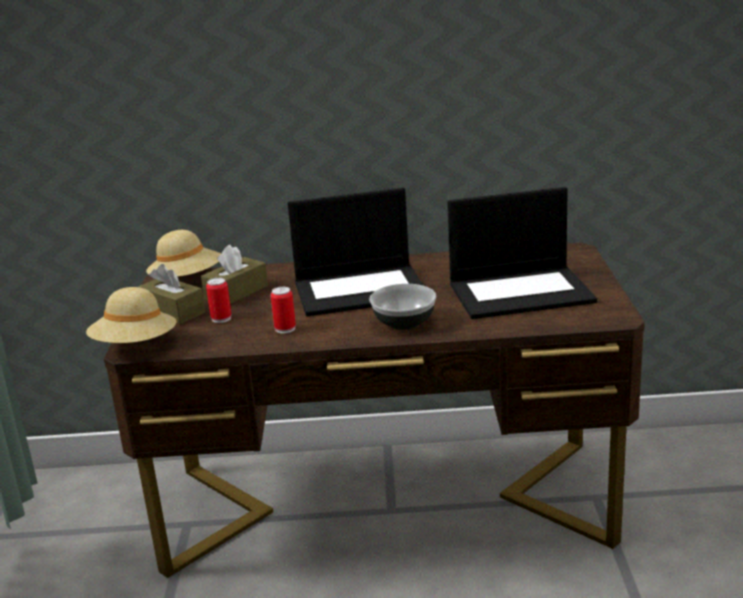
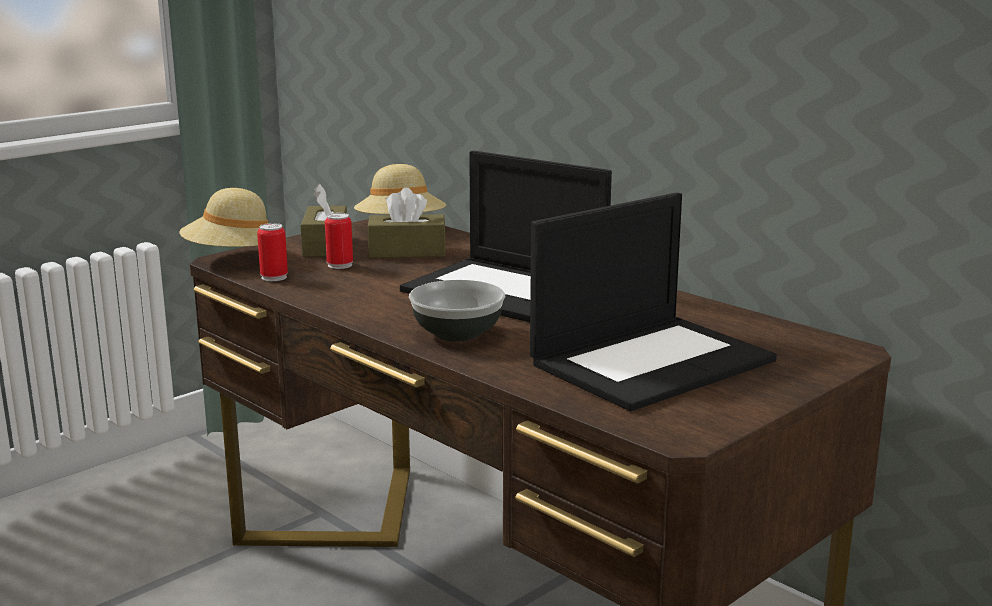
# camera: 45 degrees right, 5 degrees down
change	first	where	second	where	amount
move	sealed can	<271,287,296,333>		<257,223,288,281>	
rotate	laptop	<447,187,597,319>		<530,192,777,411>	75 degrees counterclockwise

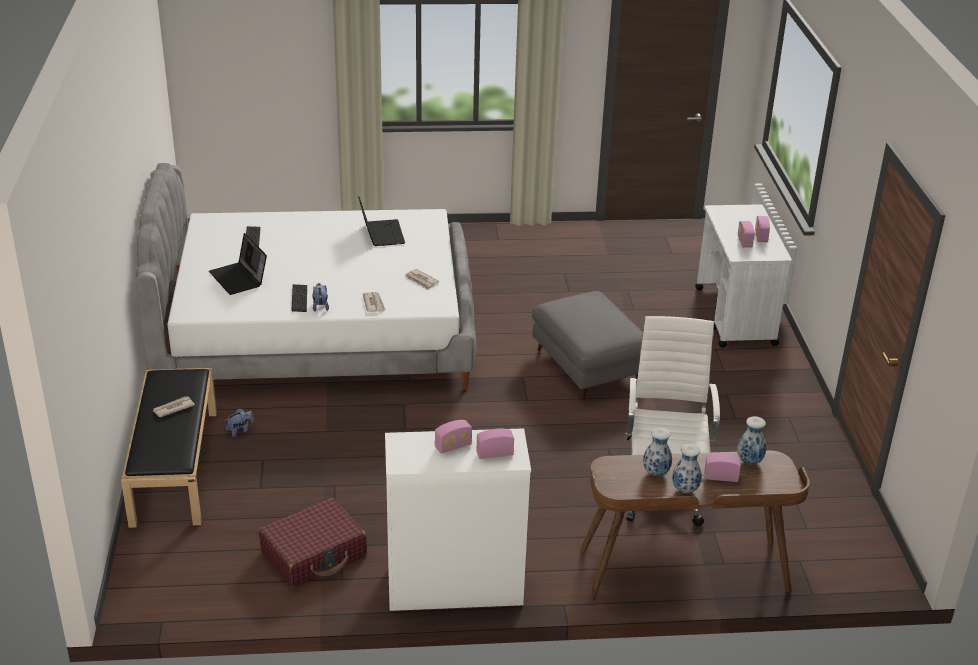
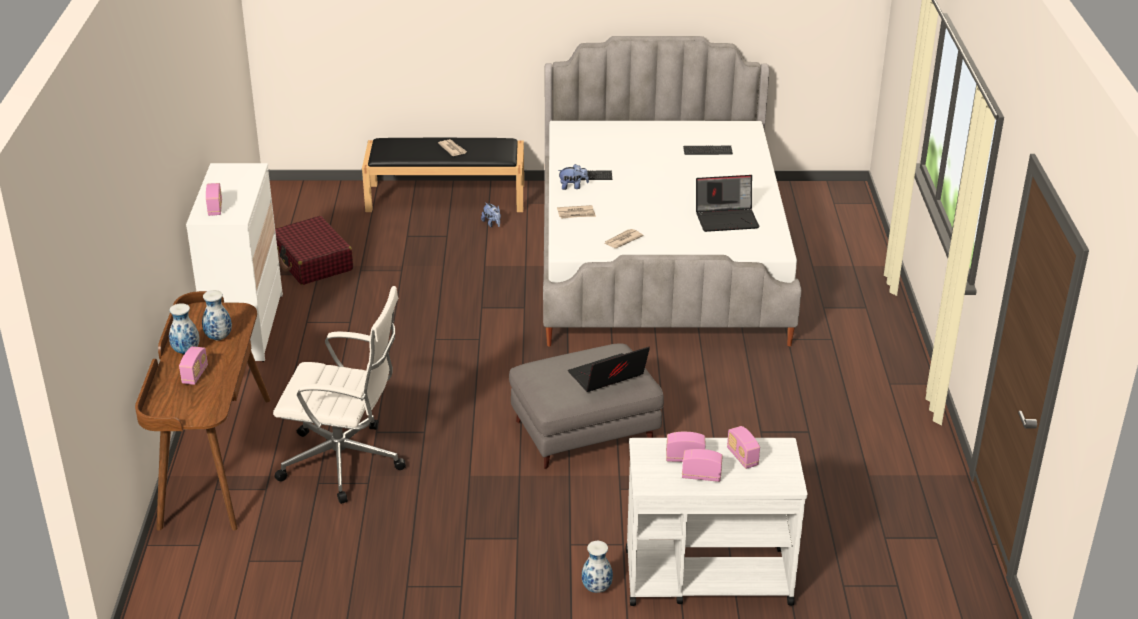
# camera: 95 degrees right, 0 degrees up
change	first	where	second	where	amount
move	laptop	<209,233,267,295>		<568,347,650,392>	
move	radio set	<435,420,472,454>		<727,426,760,469>	
move	decorative vase	<737,416,766,465>		<582,541,613,593>	

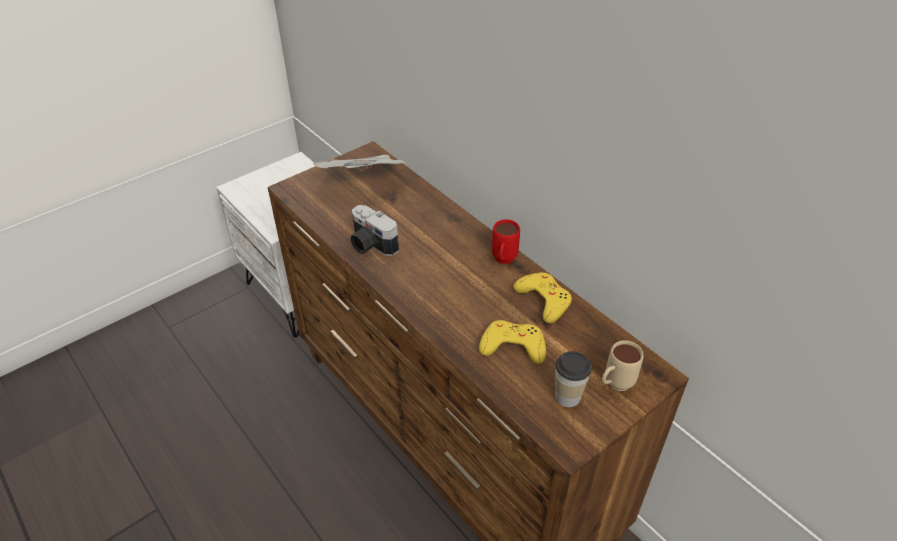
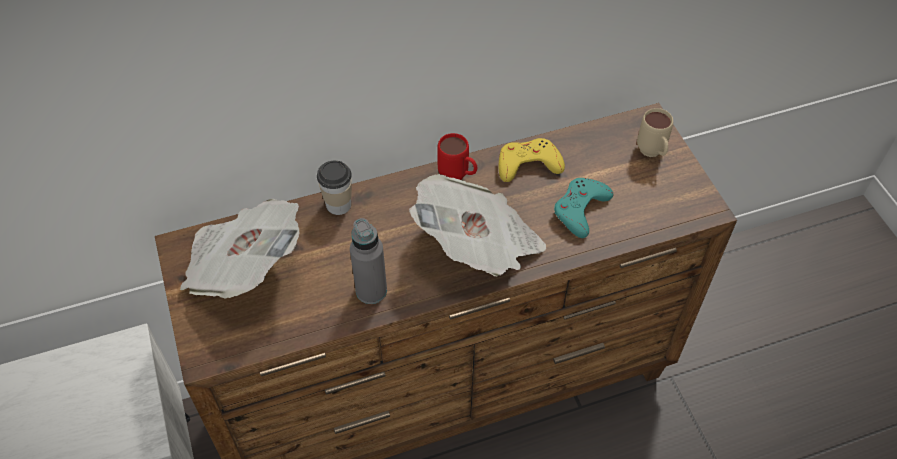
# camera: 70 degrees left, 10 degrees up
change	first	where	second	where	amount
replace	still camera	<350,205,399,256>	gray drink bottle	<350,218,387,304>	
recolor	yellowish joypad	<479,320,546,364>	blue-green joypad	<554,178,613,238>	
move	drinking cup	<555,351,592,407>		<317,161,352,215>	
insert			newspaper	<409,174,546,276>	

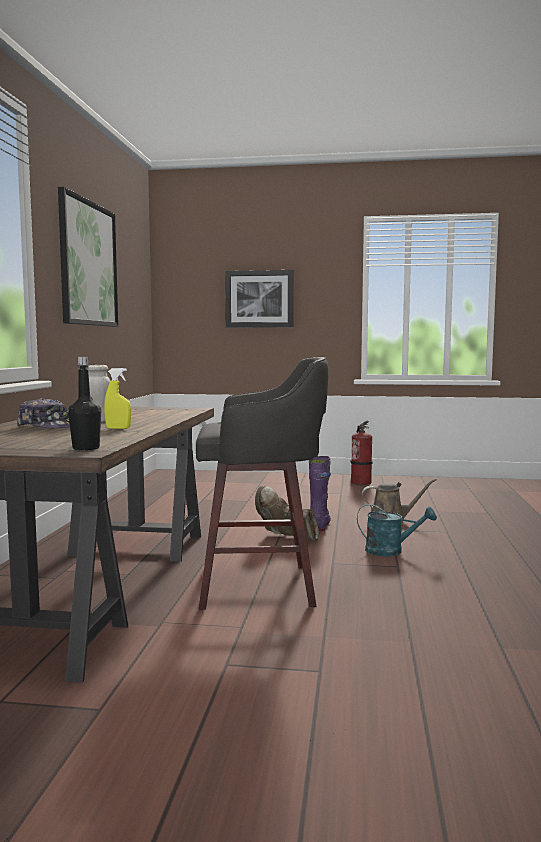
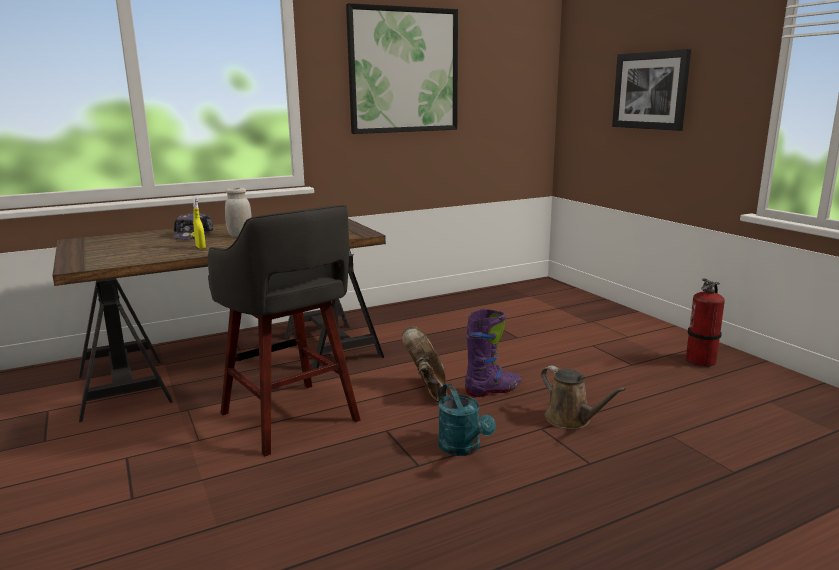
# camera: 55 degrees right, 10 degrees up
change	first	where	second	where	amount
delete	black drink bottle	<68,357,101,451>			

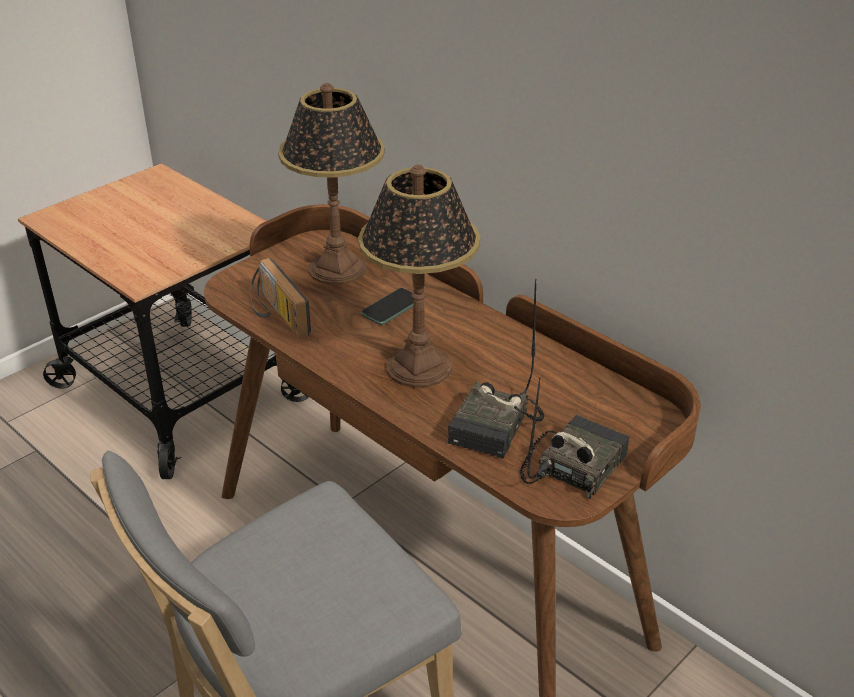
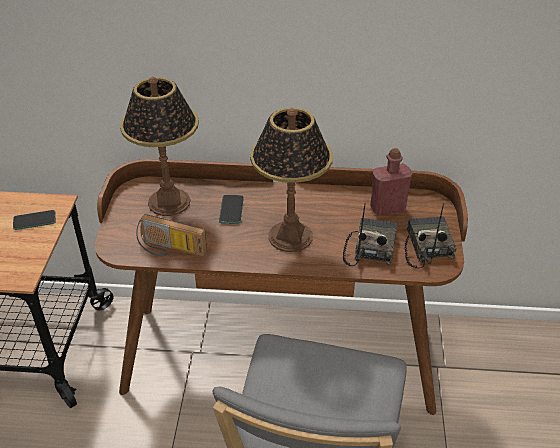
# camera: 40 degrees left, 5 degrees up
change	first	where	second	where	amount
rotate	radio set	<448,279,544,458>		<343,205,398,266>	150 degrees counterclockwise
insert			handset	<13,210,56,230>	
insert			red-coloured drink bottle	<370,148,412,216>	

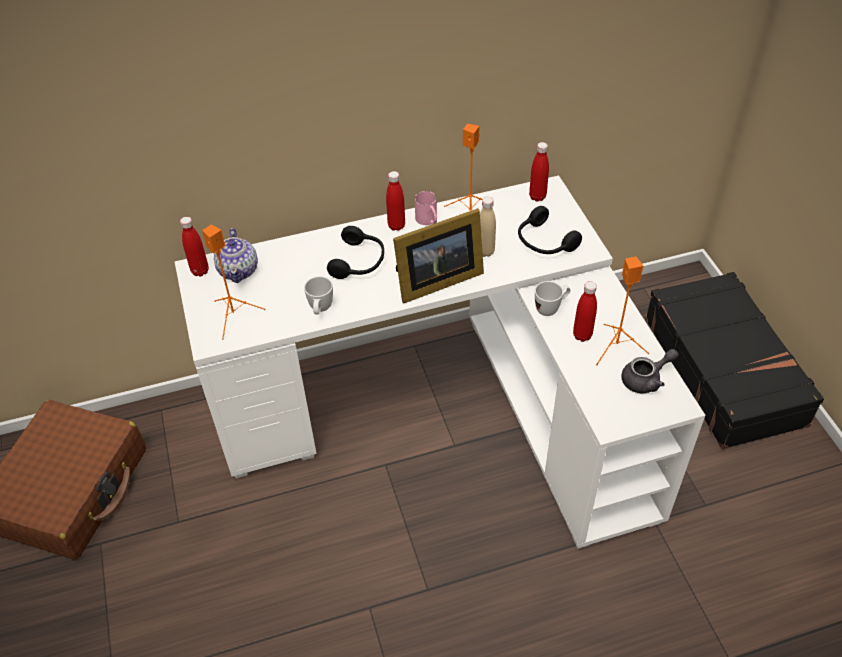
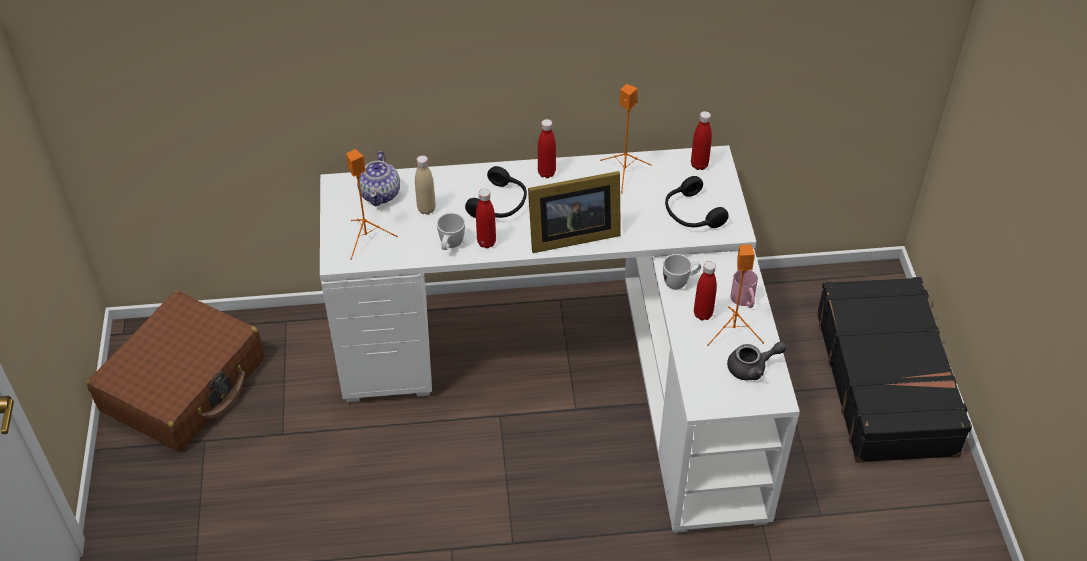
# camera: 10 degrees right, 0 degrees up
change	first	where	second	where	amount
move	red-coloured drink bottle	<180,217,209,277>		<476,189,496,248>	
move	pink-coloured mug	<415,191,437,225>		<730,270,758,308>	
move	sand-coloured drink bottle	<480,197,496,257>		<415,155,436,215>	

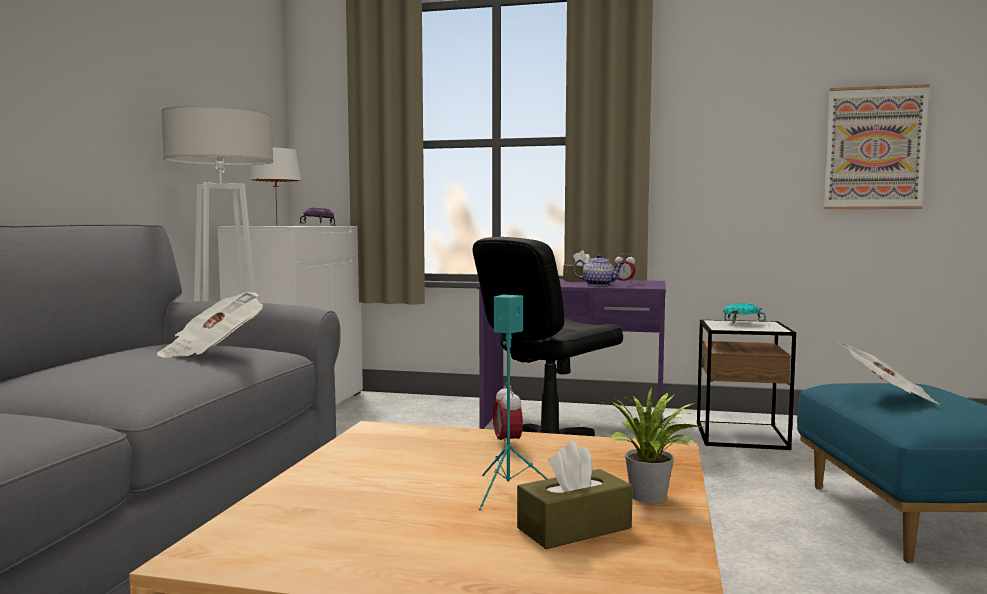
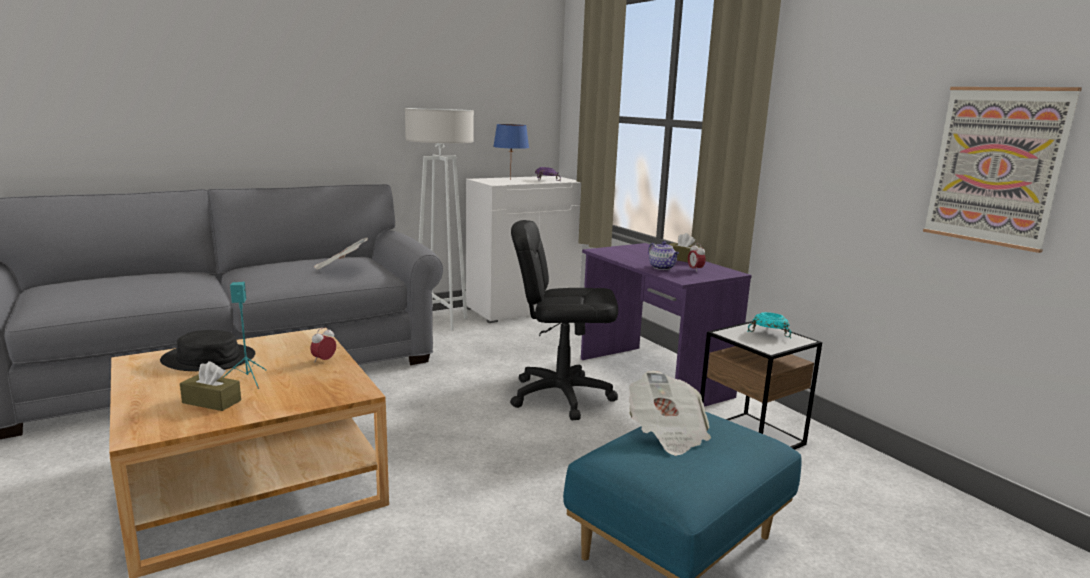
# camera: 45 degrees right, 10 degrees up
change	first	where	second	where	amount
recolor	white-coloured table lamp	<249,148,301,220>	bluish table lamp	<493,124,529,180>	
delete	plant in a pot	<599,387,703,503>			
insert			black wearable hat	<160,330,255,371>	

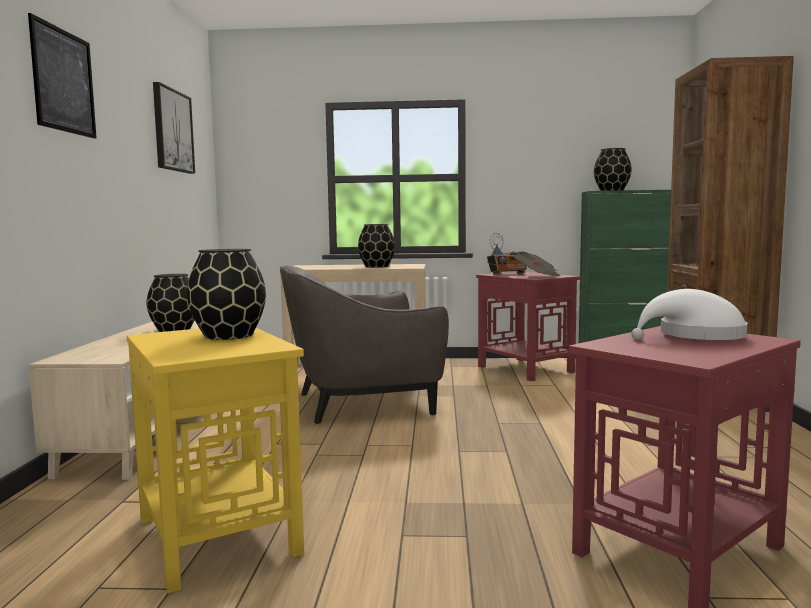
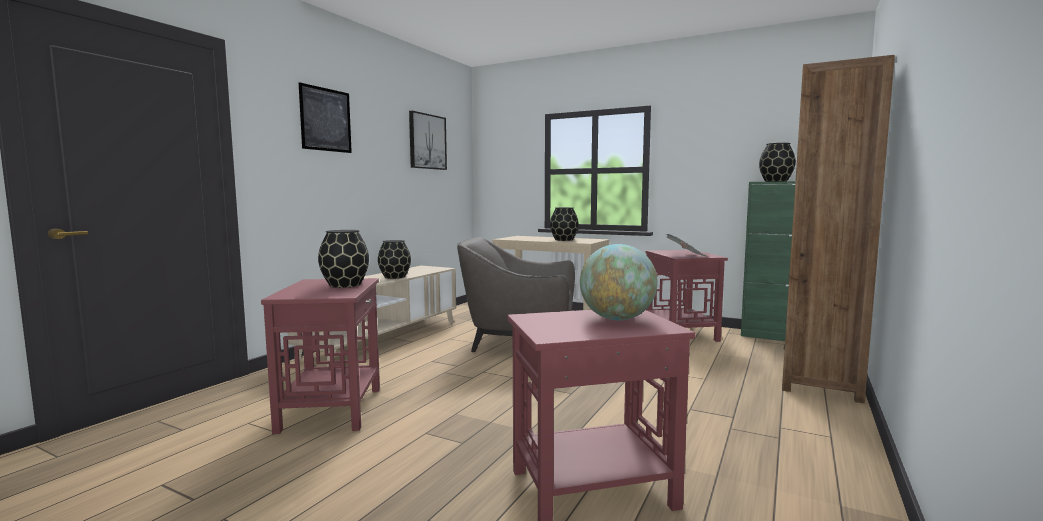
# camera: 25 degrees right, 0 degrees up
change	first	where	second	where	amount
recolor	yellowish accent table	<127,328,304,593>	red-coloured accent table	<261,278,380,434>	
delete	radio set	<487,233,527,275>			
replace	white-coloured wearable hat	<631,289,747,340>	world globe	<580,244,658,321>	

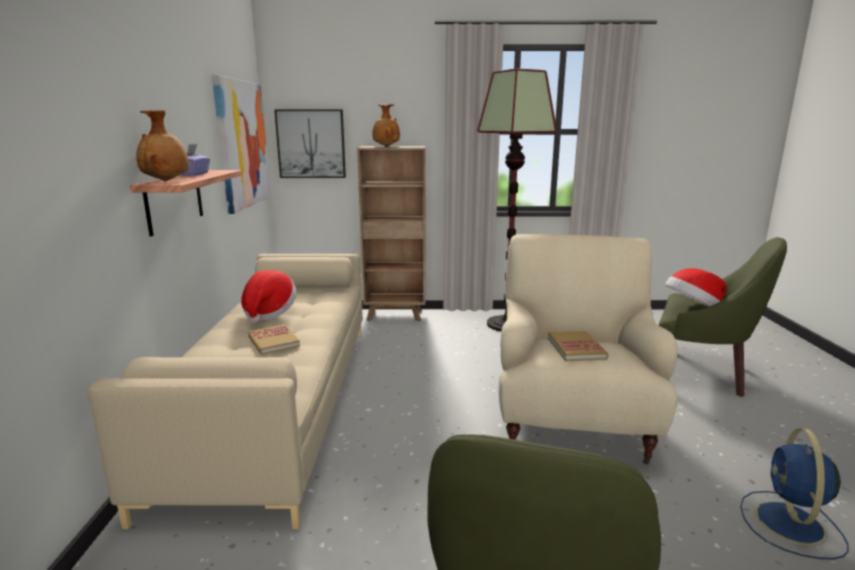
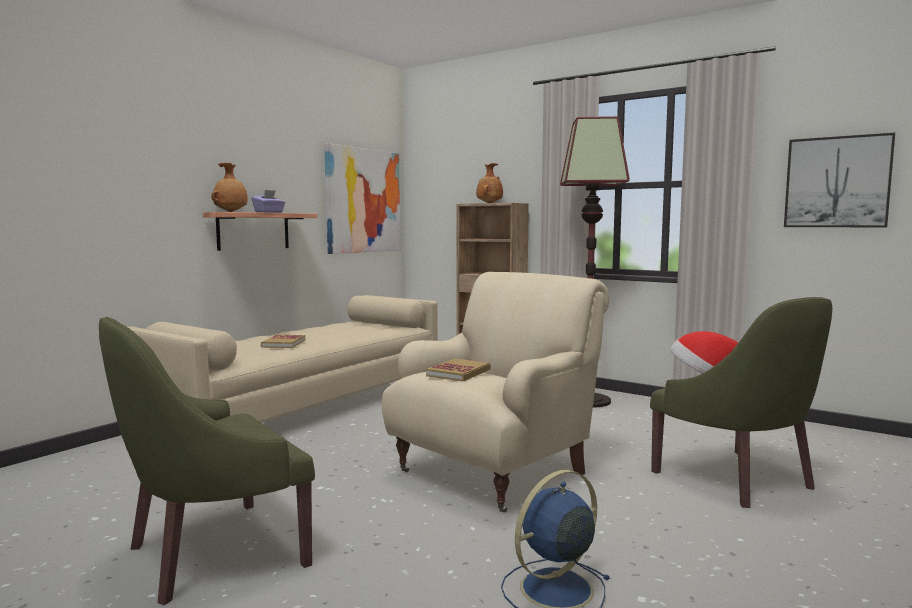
# camera: 35 degrees right, 10 degrees down
change	first	where	second	where	amount
delete	wearable hat	<241,270,296,323>			
move	picture	<274,109,346,178>		<784,133,895,227>	

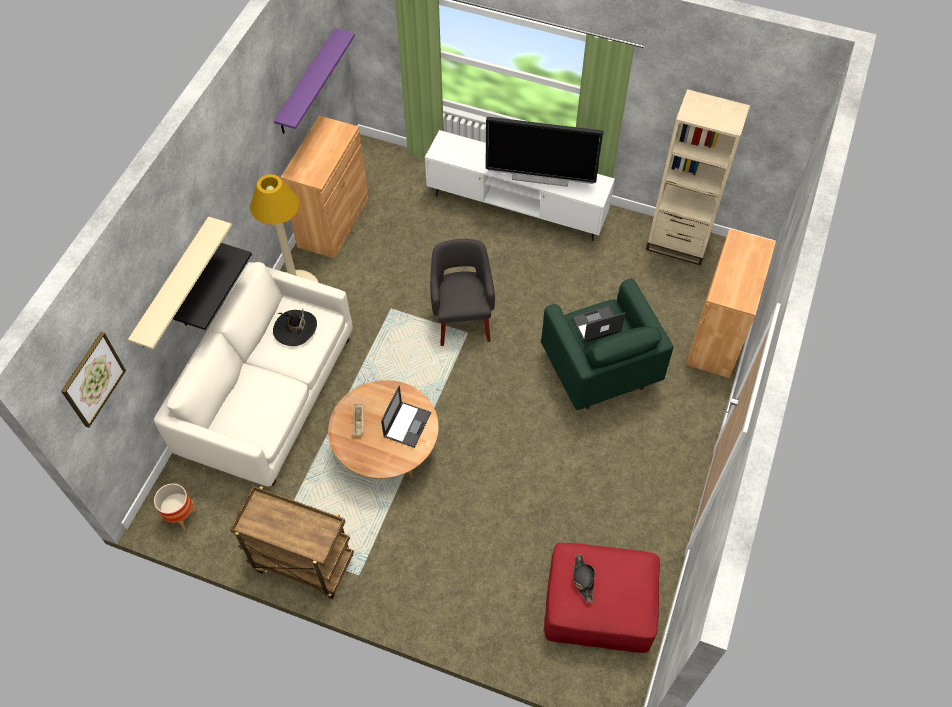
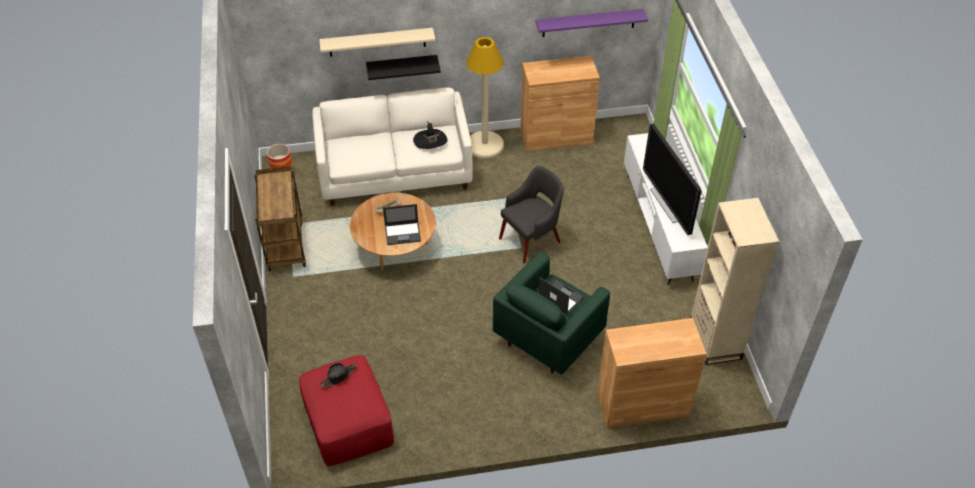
# camera: 60 degrees right, 10 degrees down
change	first	where	second	where	amount
delete	picture	<61,332,126,428>			

